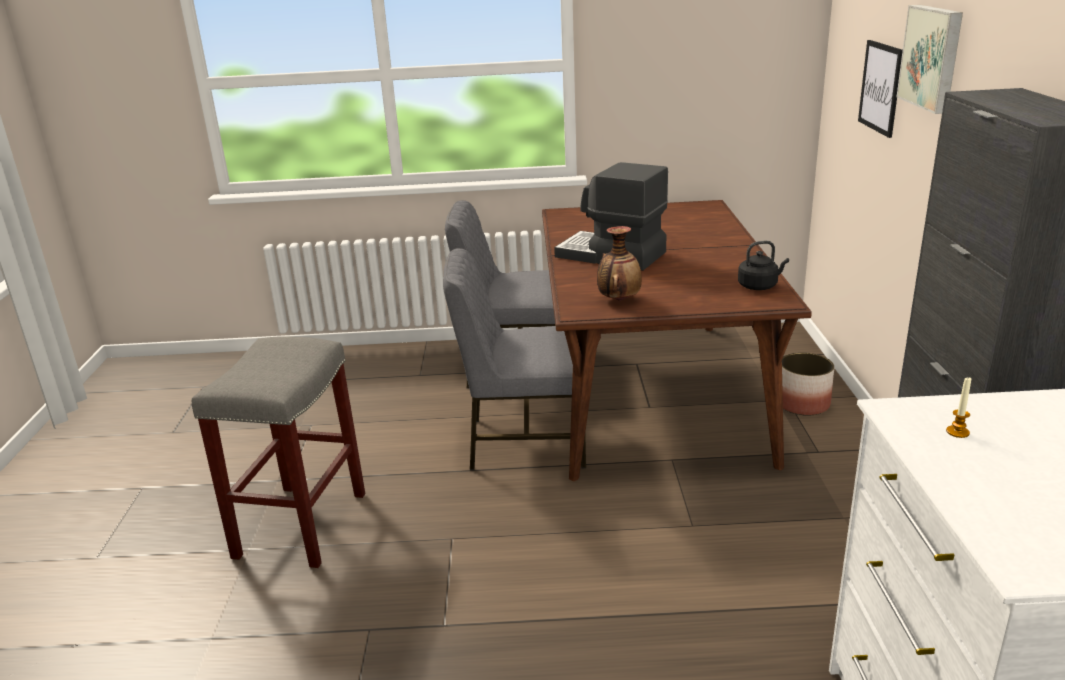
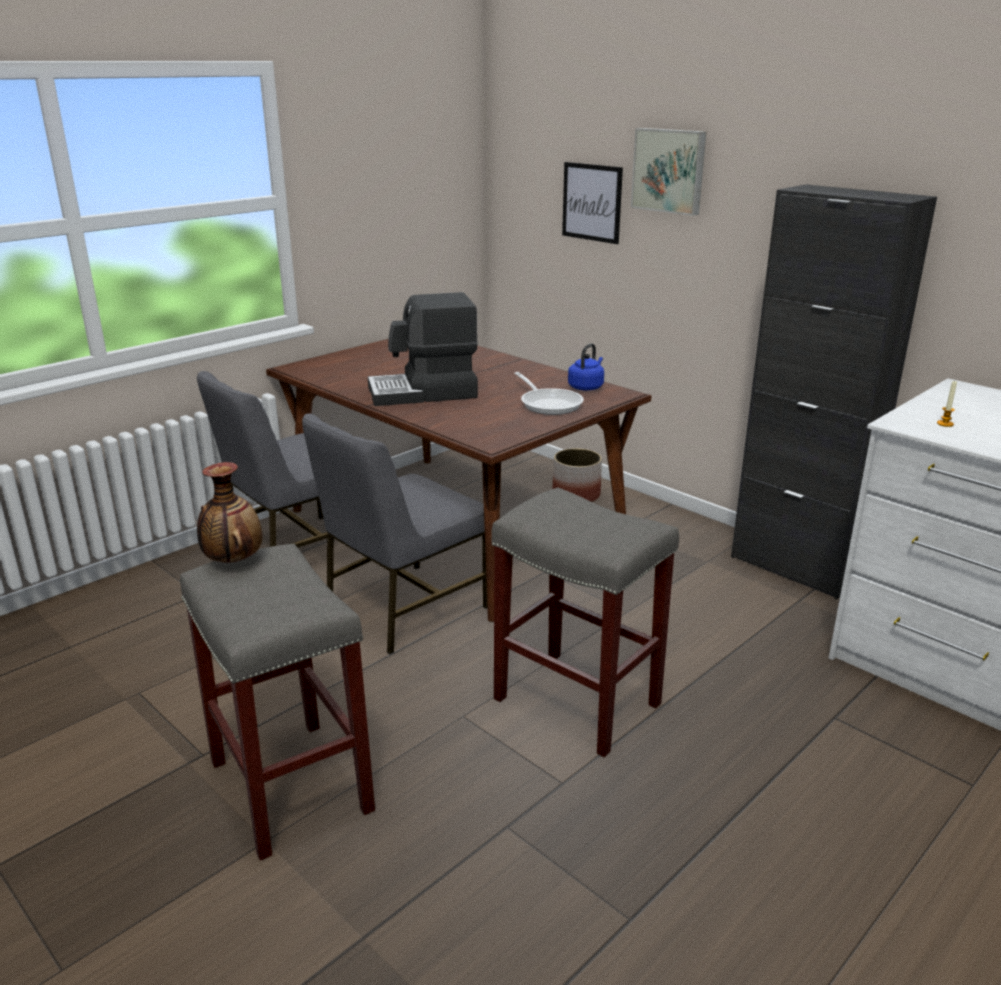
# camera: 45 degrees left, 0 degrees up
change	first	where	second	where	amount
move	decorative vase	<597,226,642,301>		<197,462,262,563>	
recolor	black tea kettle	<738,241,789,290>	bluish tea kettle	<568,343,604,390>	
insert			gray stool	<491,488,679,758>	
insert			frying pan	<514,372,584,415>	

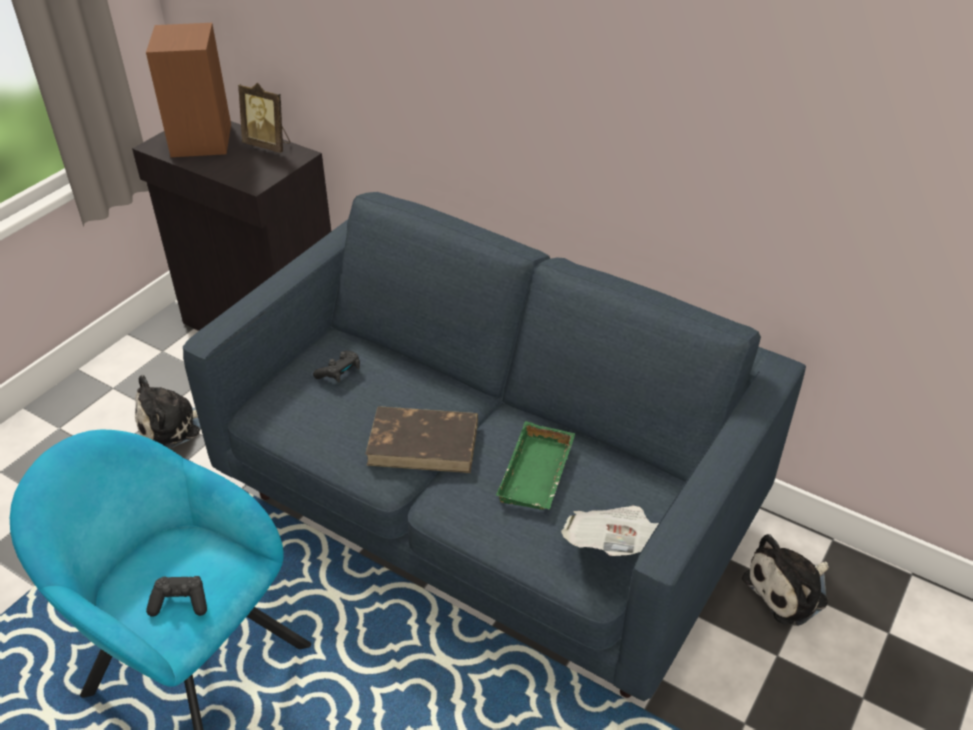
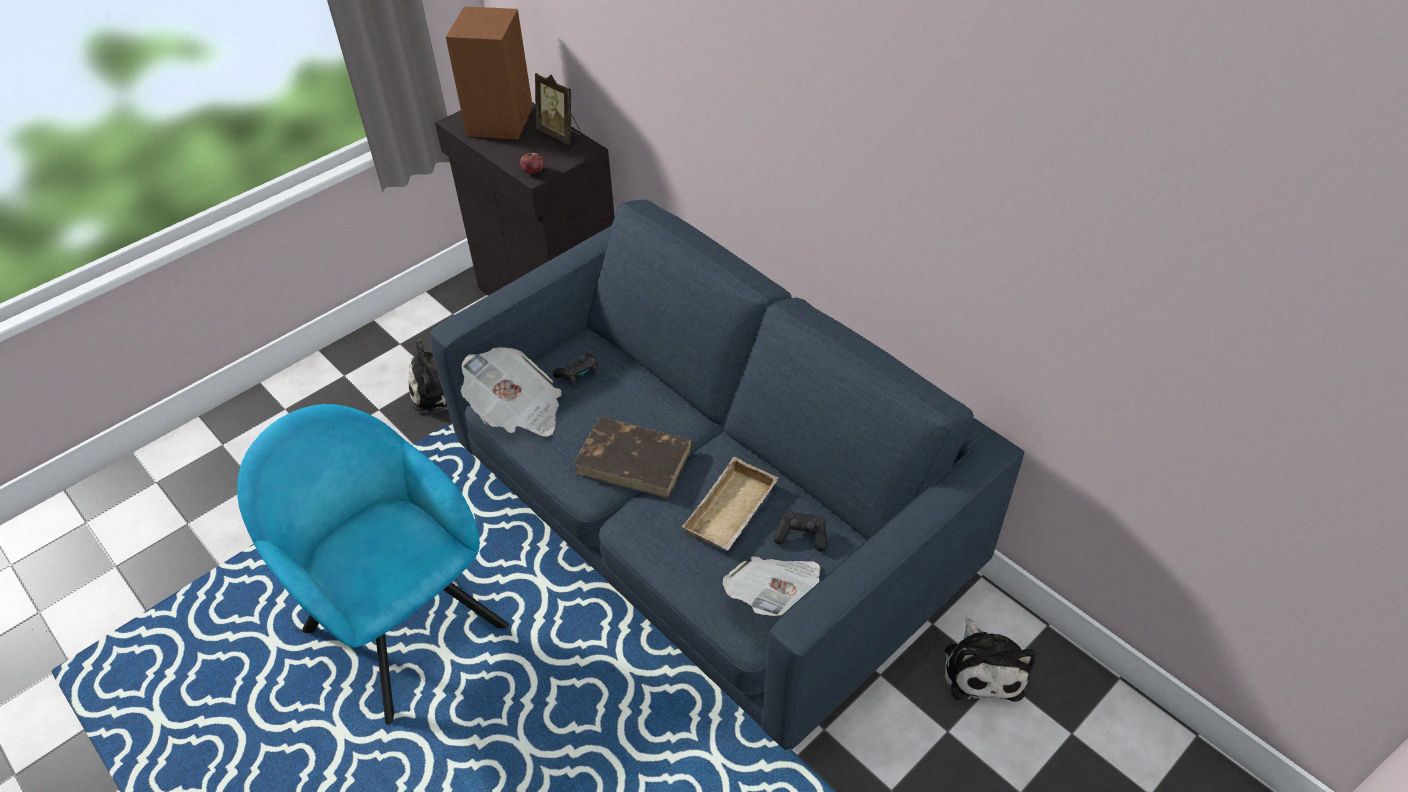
# camera: 15 degrees right, 5 degrees up
change	first	where	second	where	amount
move	black joypad	<146,576,207,617>		<774,511,827,552>	
recolor	greenish carrying tray	<496,421,575,510>	sand-coloured carrying tray	<682,457,778,551>	
rotate	plush toy	<742,534,829,626>		<945,618,1035,702>	75 degrees counterclockwise
insert			newspaper	<461,347,562,437>	
insert			apple	<520,151,544,174>	

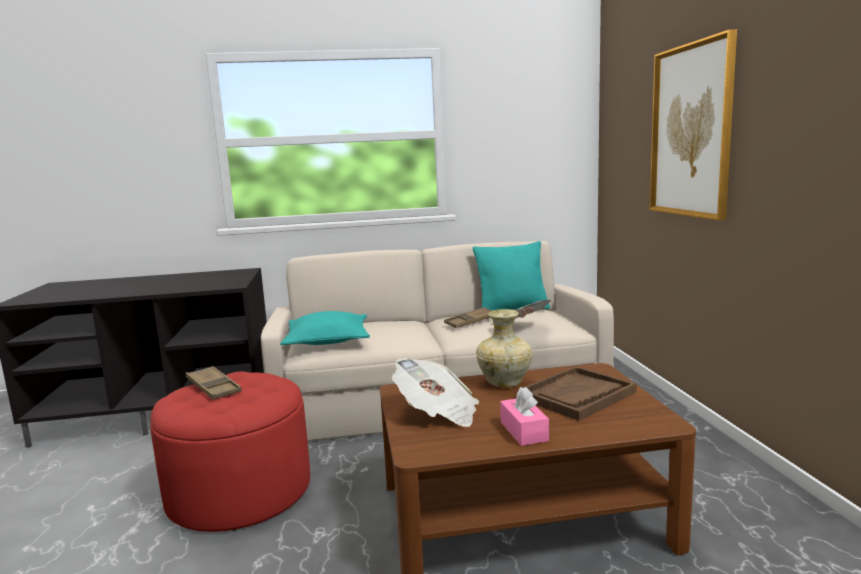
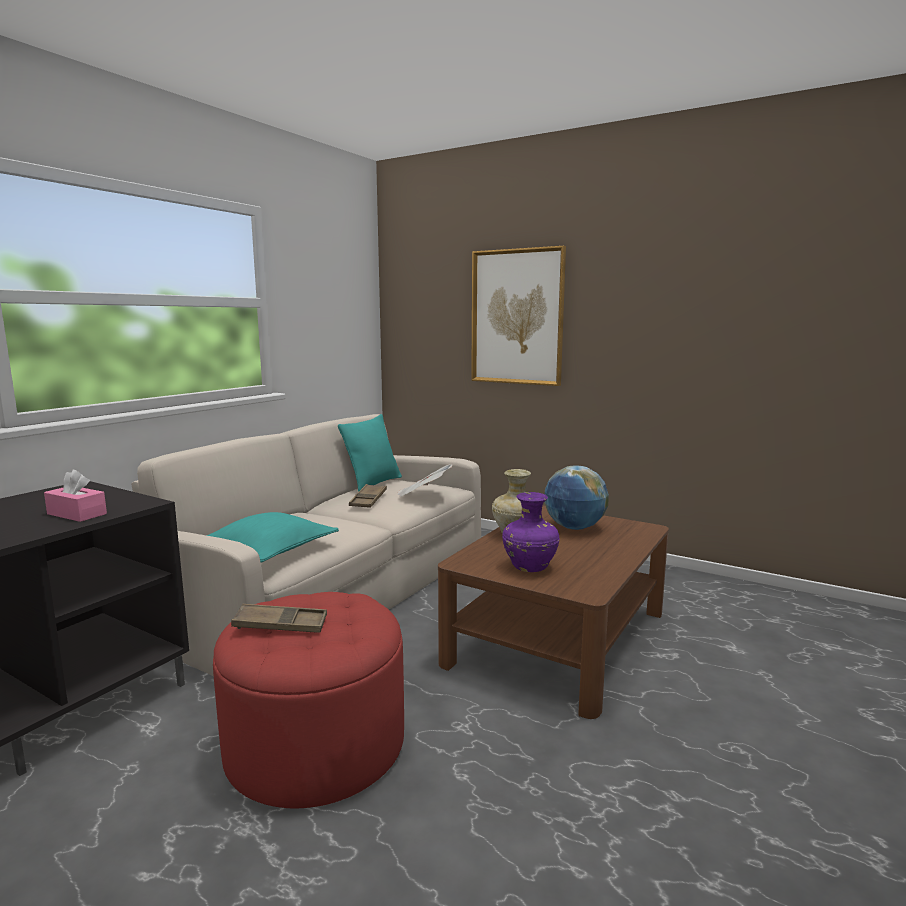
# camera: 50 degrees left, 0 degrees up
change	first	where	second	where	amount
replace	newspaper	<392,358,479,427>	purple-coloured decorative vase	<502,492,559,572>	
move	pink-coloured box of tissues	<500,387,549,446>		<44,470,107,522>	
replace	brown carrying tray	<518,366,637,421>	world globe	<544,466,609,530>	

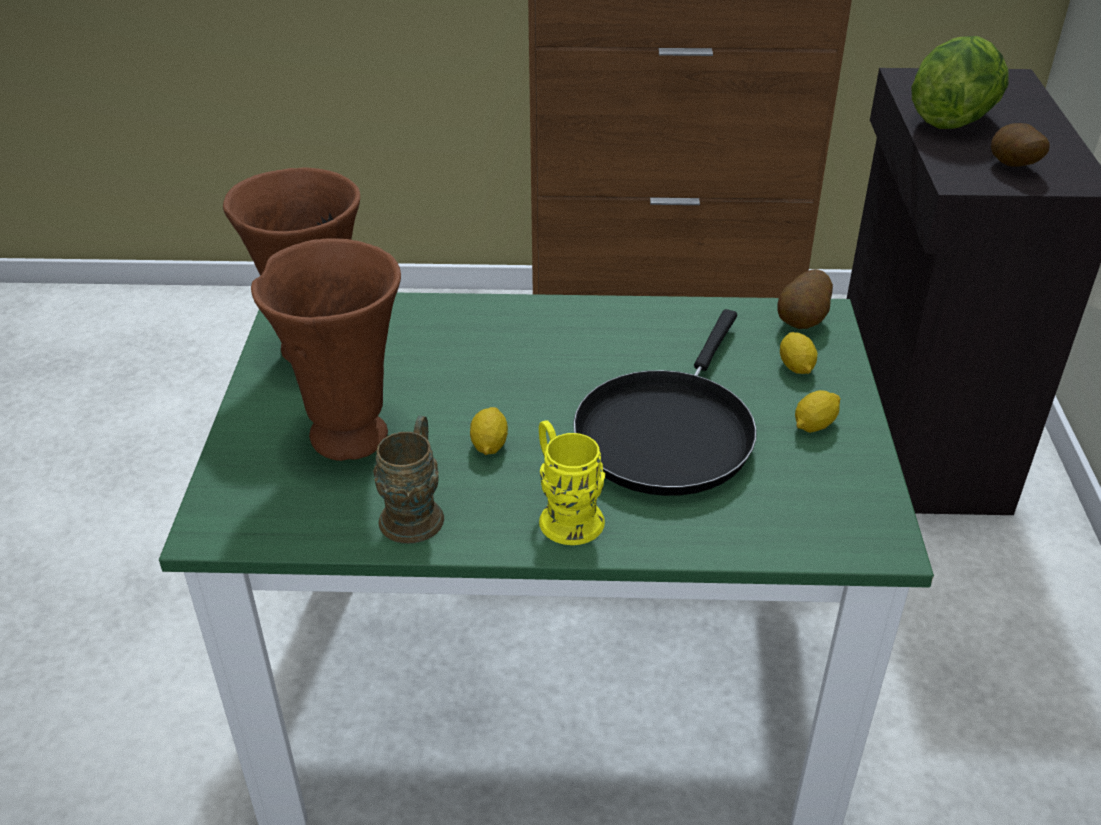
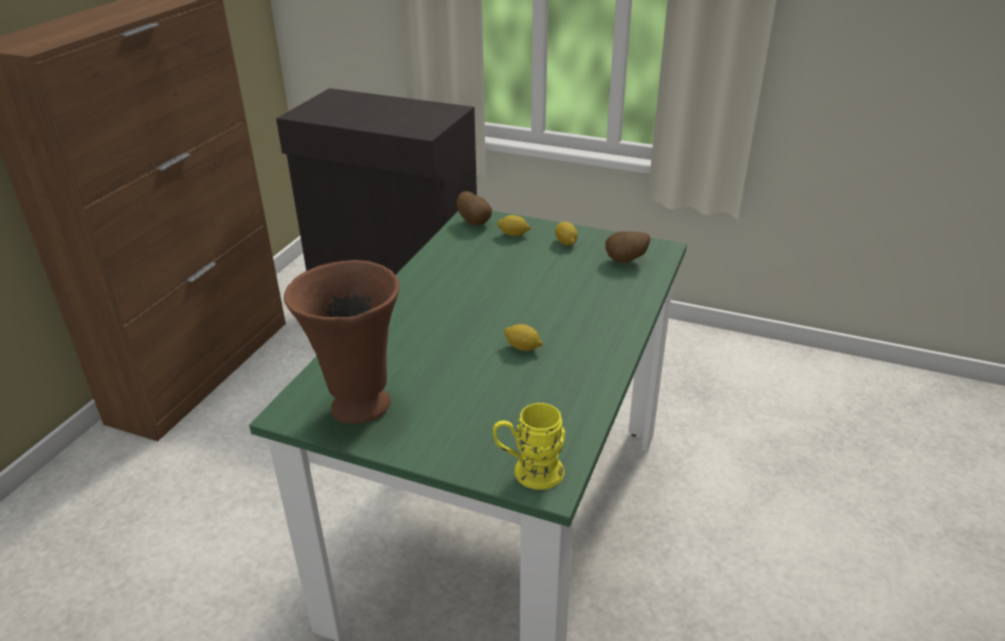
# camera: 70 degrees left, 5 degrees down
change	first	where	second	where	amount
delete	brown decorative vase	<251,238,401,461>			
delete	brown mug	<373,416,444,544>			
move	yellowish mug	<539,420,605,545>		<493,403,565,490>	
delete	black frying pan	<573,309,757,496>			
delete	lettuce	<911,36,1009,129>			
move	potato	<991,123,1050,167>		<605,231,650,263>	

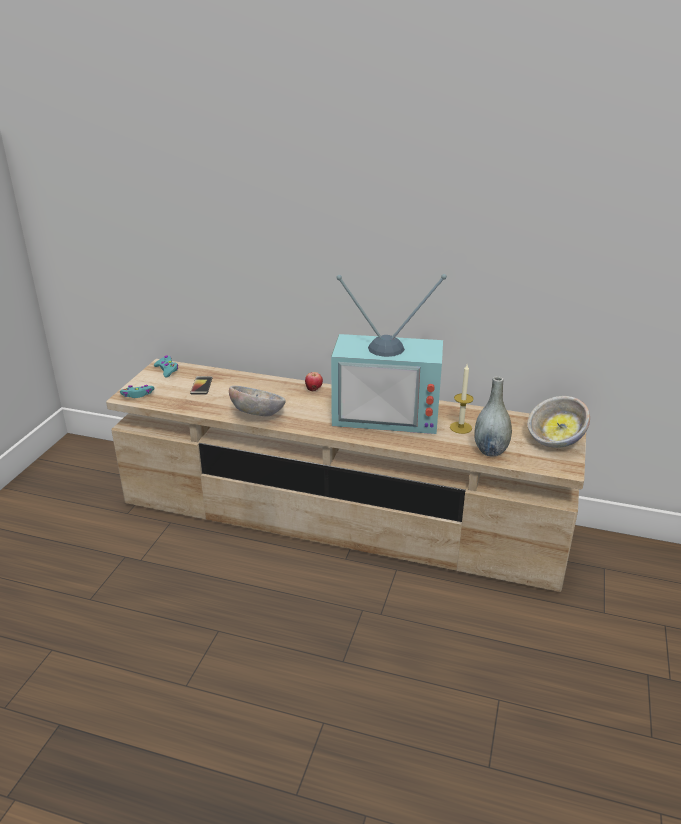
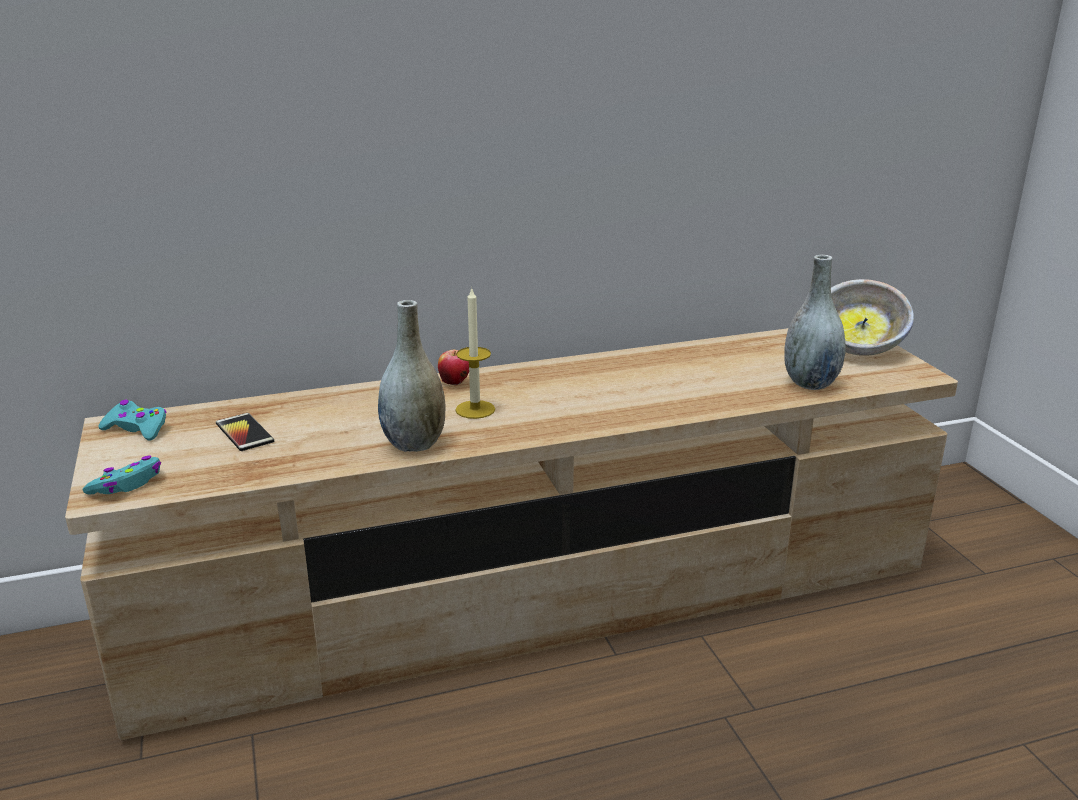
# camera: 35 degrees left, 5 degrees down
change	first	where	second	where	amount
replace	bowl	<229,386,286,416>	gray decorative vase	<378,300,445,452>	
delete	TV	<331,274,447,434>			
move	wax candle	<450,364,473,434>		<455,287,495,419>	

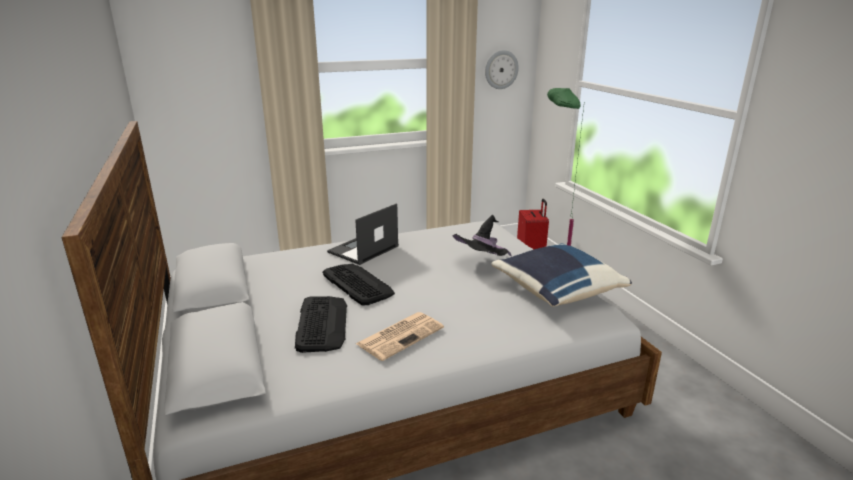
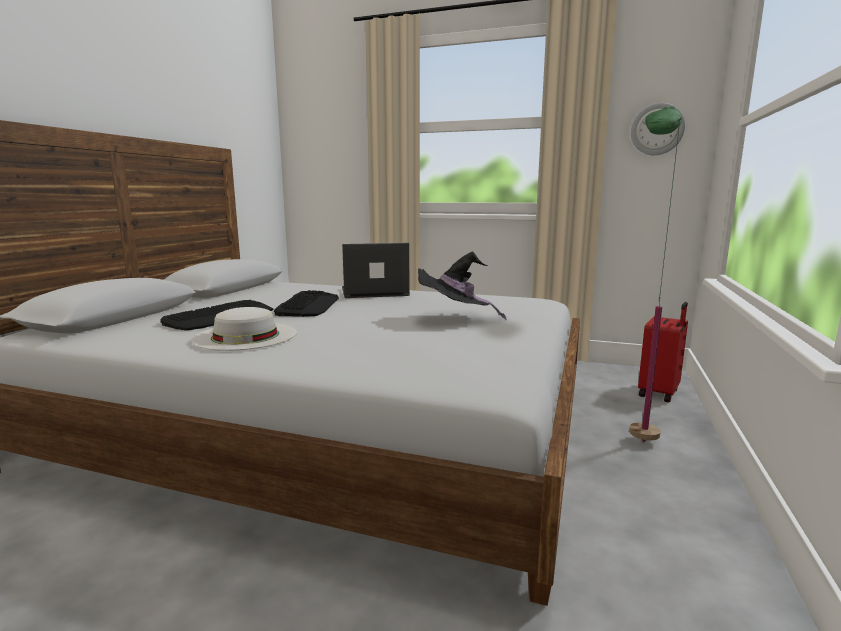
# camera: 40 degrees right, 10 degrees down
change	first	where	second	where	amount
replace	newspaper	<356,312,444,361>	white-coloured wearable hat	<191,307,297,351>	
delete	bluish cushion	<491,243,632,307>			

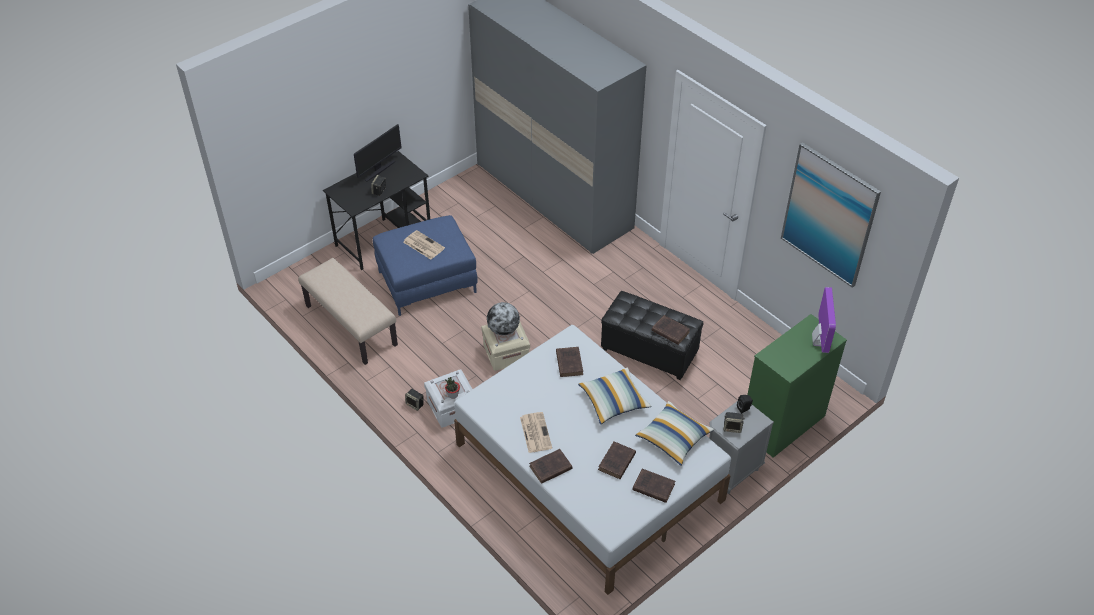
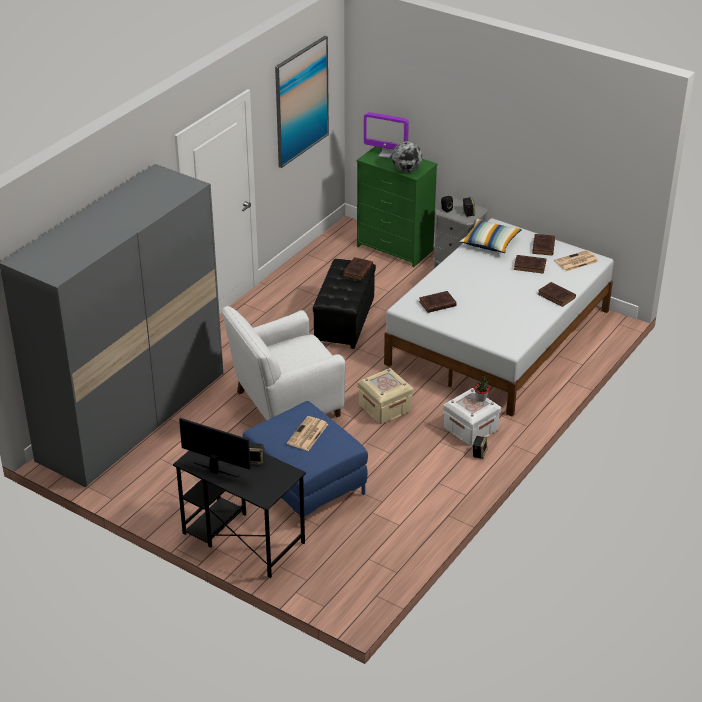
# camera: 105 degrees left, 10 degrees down
change	first	where	second	where	amount
delete	sand-coloured bench	<298,258,398,365>			
move	world globe	<487,302,520,335>		<392,141,423,172>	
move	newspaper	<520,412,552,453>		<554,250,598,271>	
delete	cushion	<578,367,651,424>			
rotate	computer screen	<812,287,836,353>		<364,112,409,158>	150 degrees counterclockwise
insert			white-coloured armchair	<222,306,346,421>	

